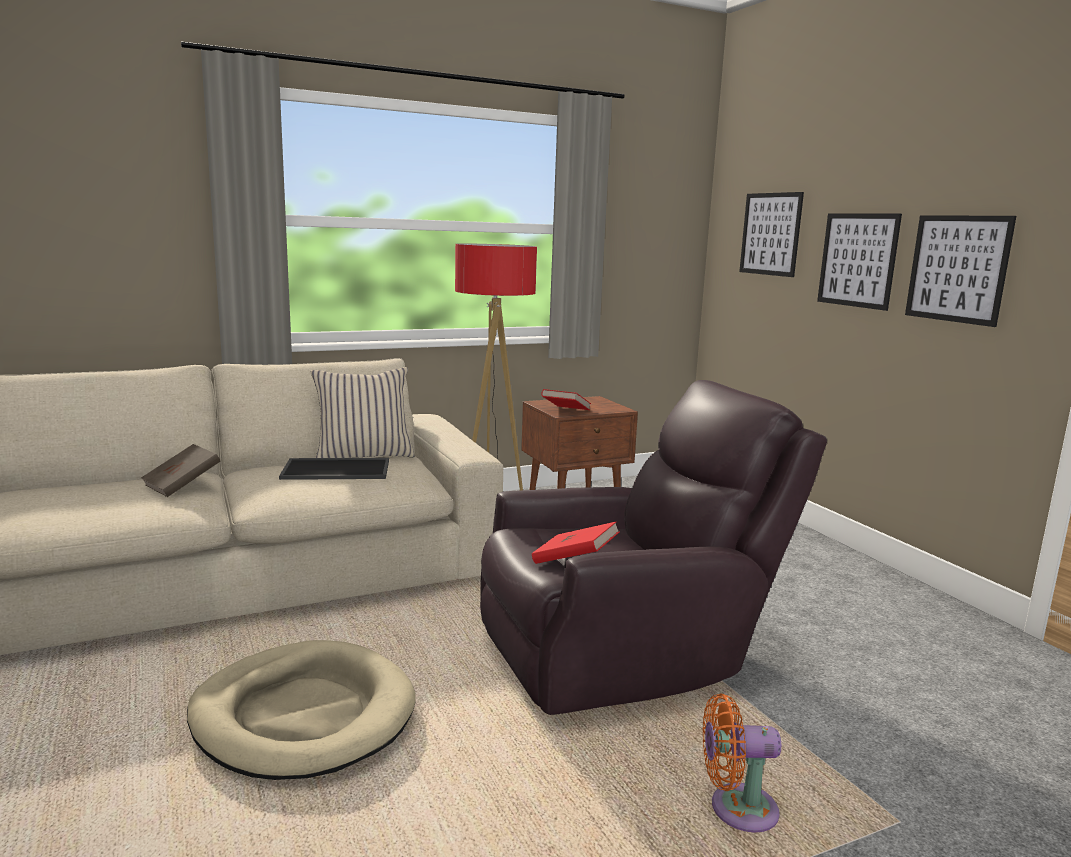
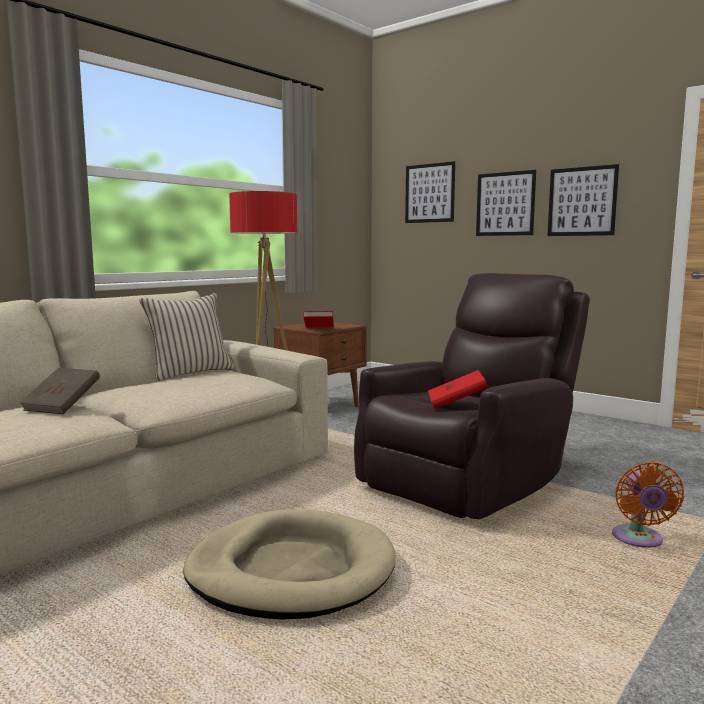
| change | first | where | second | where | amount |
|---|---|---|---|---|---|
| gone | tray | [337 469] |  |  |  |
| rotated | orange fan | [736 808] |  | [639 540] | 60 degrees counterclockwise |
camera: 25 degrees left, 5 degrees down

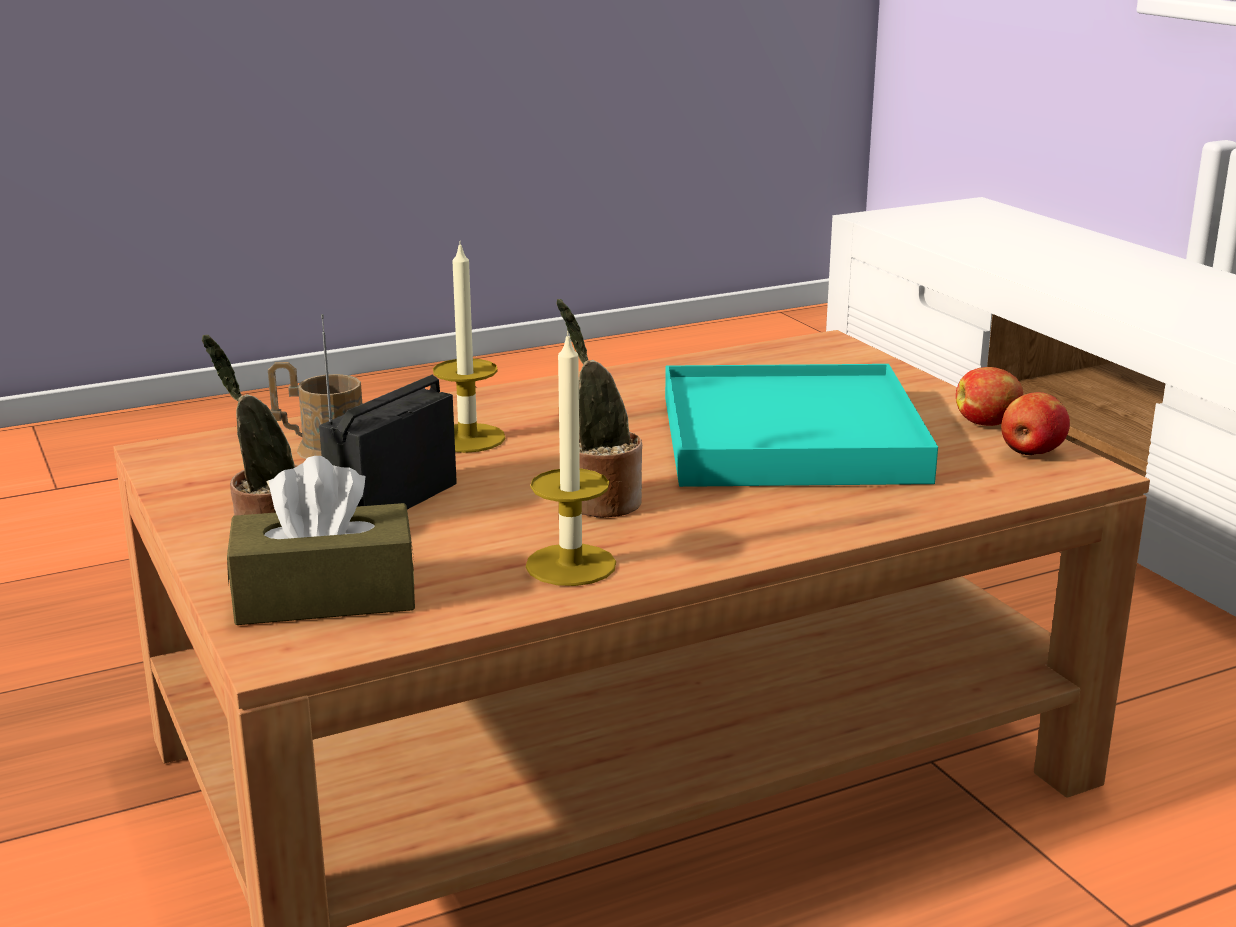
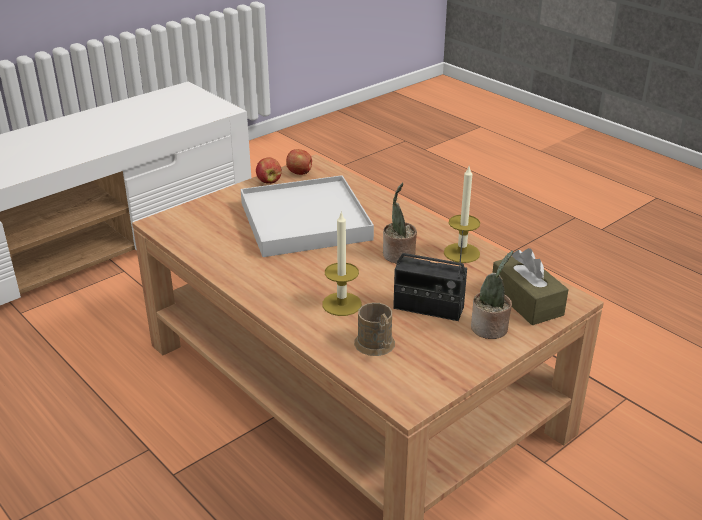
| change | first | where | second | where | amount |
|---|---|---|---|---|---|
| repainted | blue-green tray | [789 438] | whitish tray | [305 221] |  |
camera: 105 degrees left, 10 degrees up

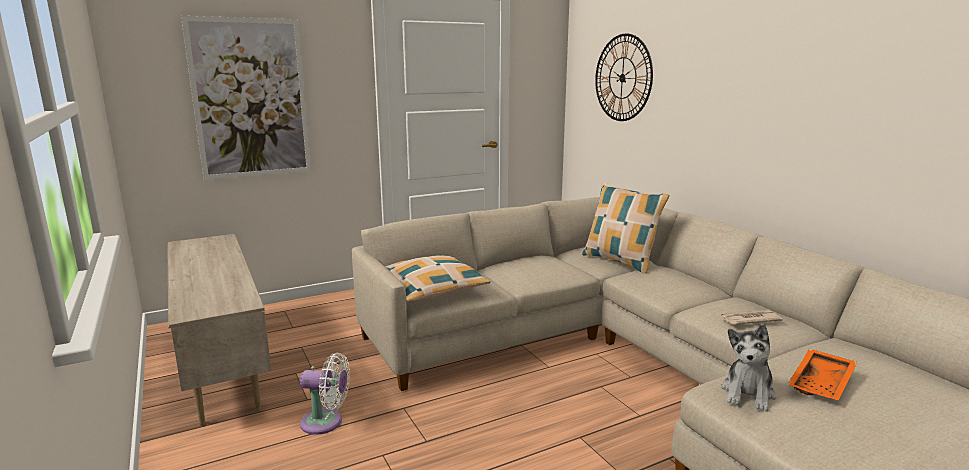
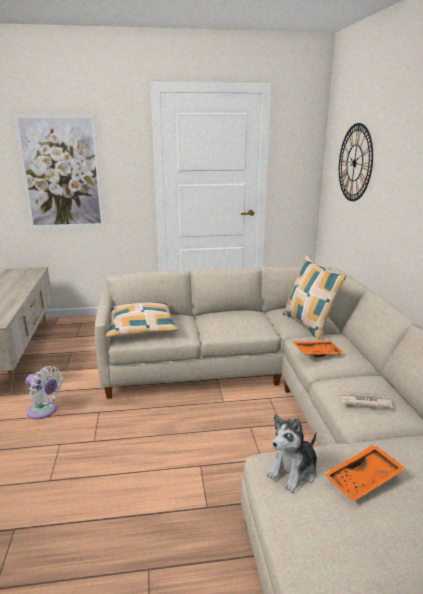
| change | first | where | second | where | amount |
|---|---|---|---|---|---|
| new |  |  | orange tray | [317 353] |  |
camera: 20 degrees right, 5 degrees up

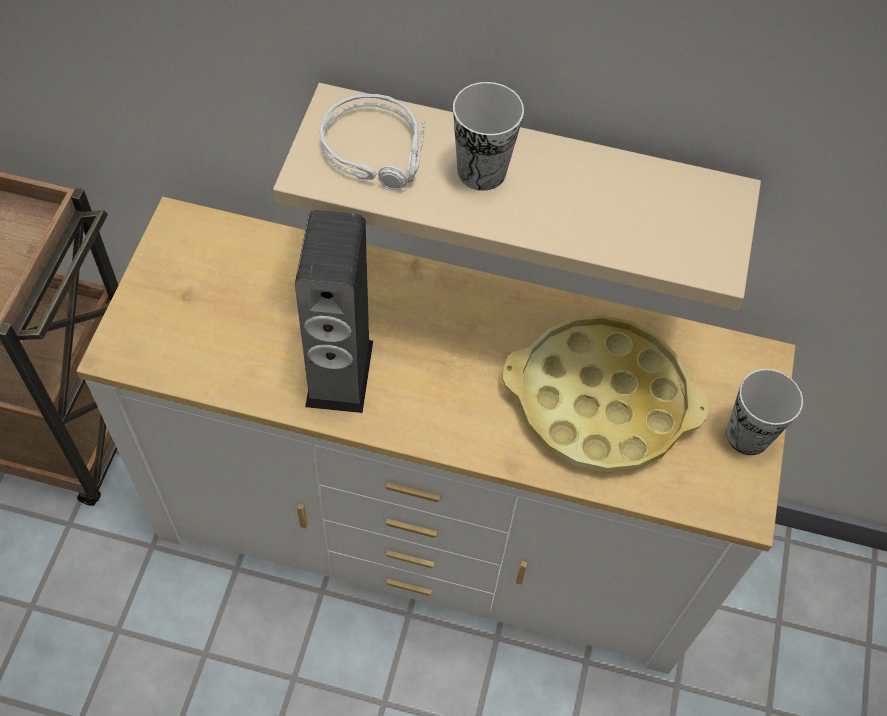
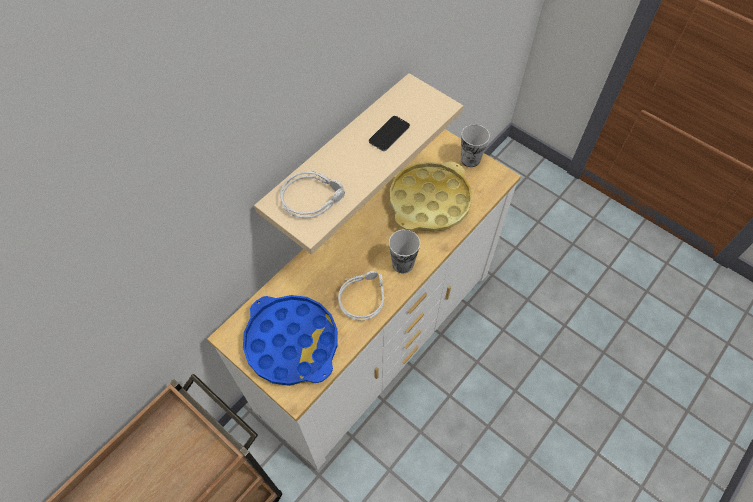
| change | first | where | second | where | amount |
|---|---|---|---|---|---|
| swapped | audio speaker | [339 373] | greyish pair of headphones | [362 296] |  |
| shifted | cup | [481 171] |  | [403 263] |  |
| new |  |  | blue tray | [292 343] |  |
| new |  |  | handset | [389 134] |  |
camera: 60 degrees left, 0 degrees up

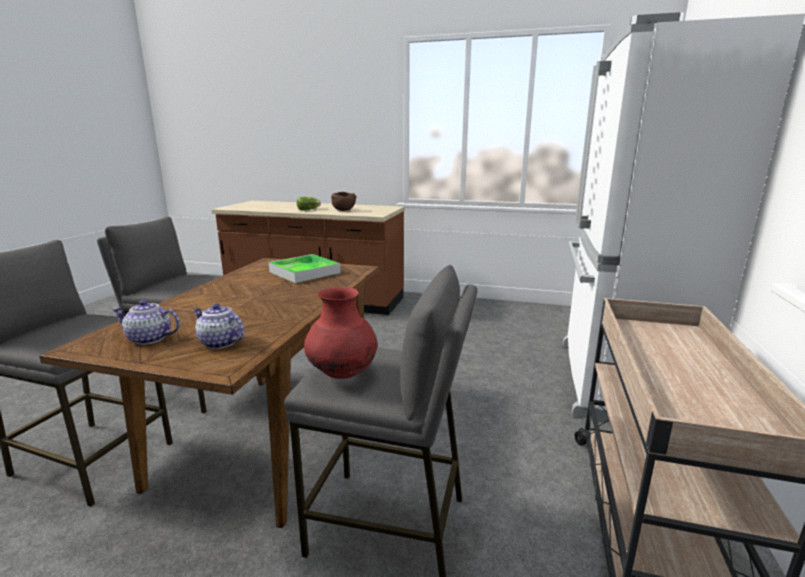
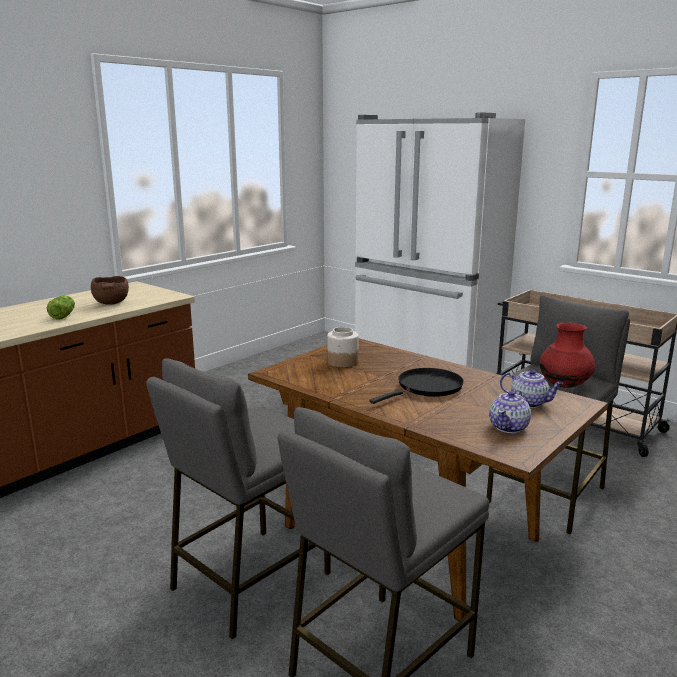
| change | first | where | second | where | amount |
|---|---|---|---|---|---|
| rotated | pot for tea | [219 343] |  | [529 403] | 120 degrees counterclockwise |
| swapped | tray | [304 272] | jar | [342 362] |  |
| new |  |  | blackish frying pan | [427 388] |  |
camera: 65 degrees left, 0 degrees up

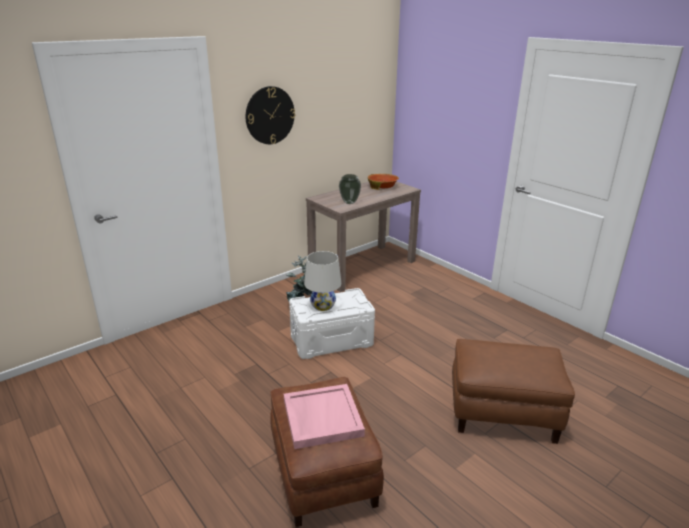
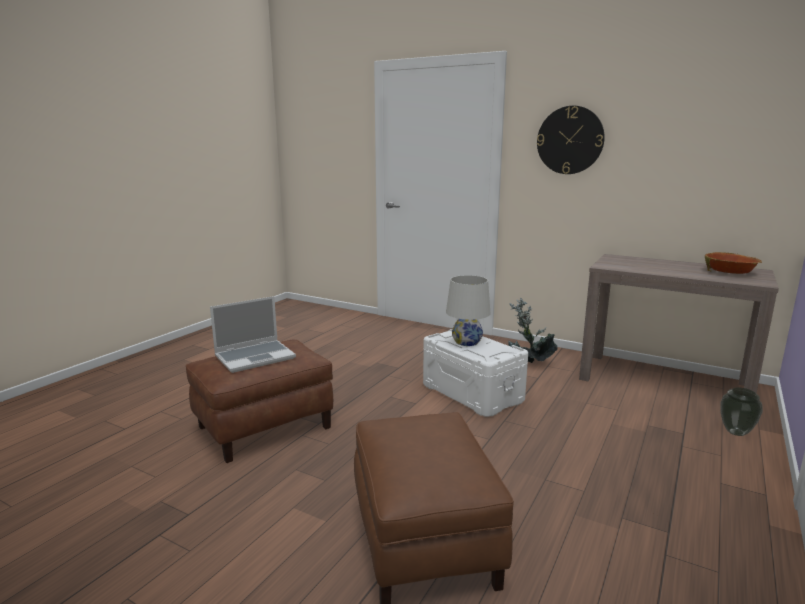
| change | first | where | second | where | amount |
|---|---|---|---|---|---|
| swapped | pink tray | [321 417] | portable computer | [255 357] |  |
| shifted | vase | [350 202] |  | [736 432] |  |
camera: 70 degrees right, 10 degrees down

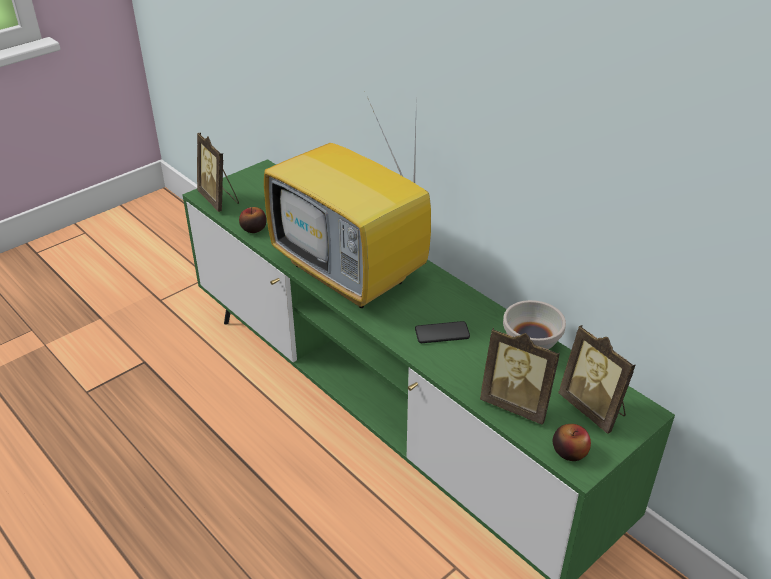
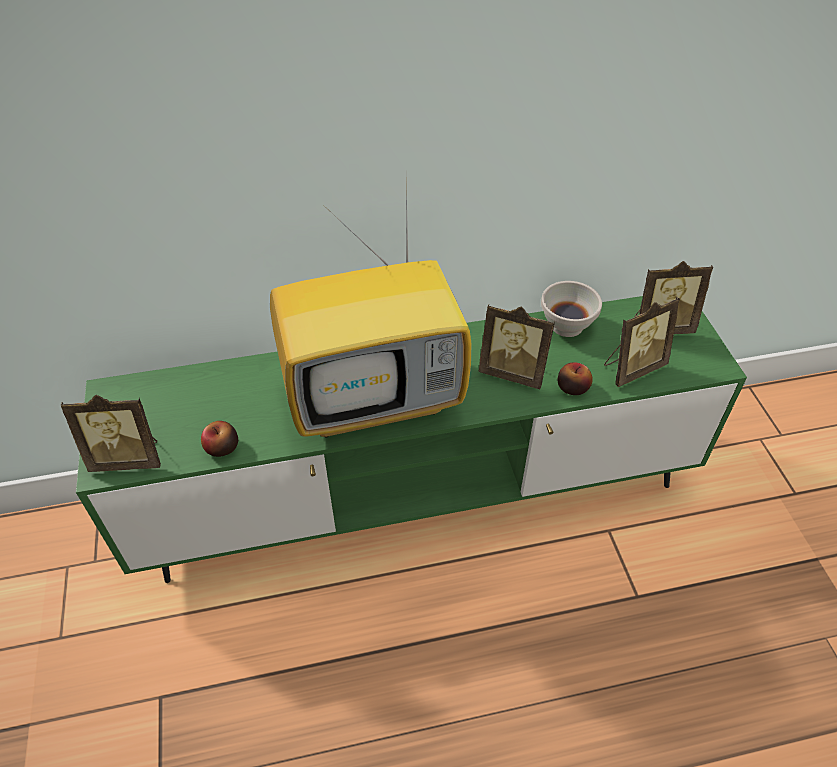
| change | first | where | second | where | amount |
|---|---|---|---|---|---|
| swapped | handset | [442 333] | photo frame | [513 372] |  |
| shifted | apple | [569 451] |  | [572 387] |  |
camera: 60 degrees left, 10 degrees up

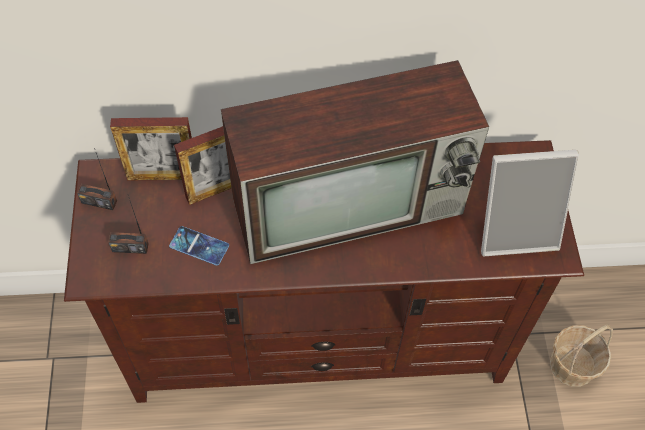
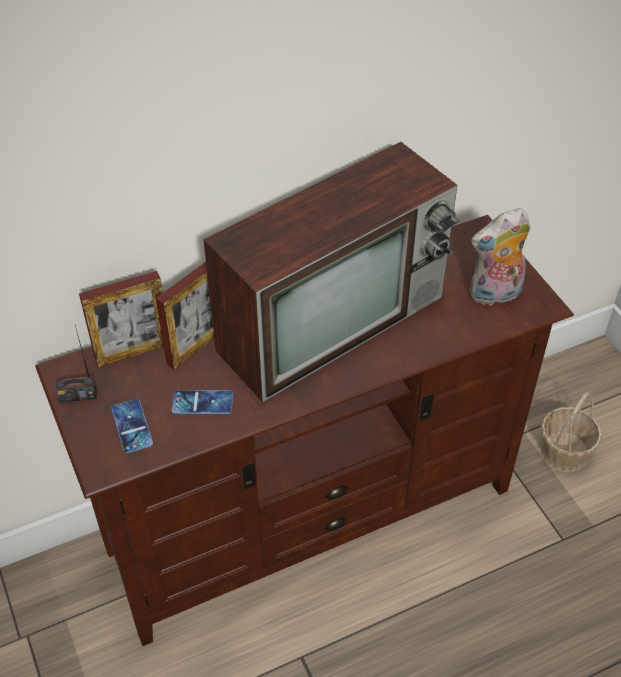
| change | first | where | second | where | amount |
|---|---|---|---|---|---|
| swapped | radio | [130 247] | handset | [132 426] |  |
| swapped | photo frame | [515 228] | soft toy | [494 295] |  |
camera: 20 degrees left, 10 degrees down

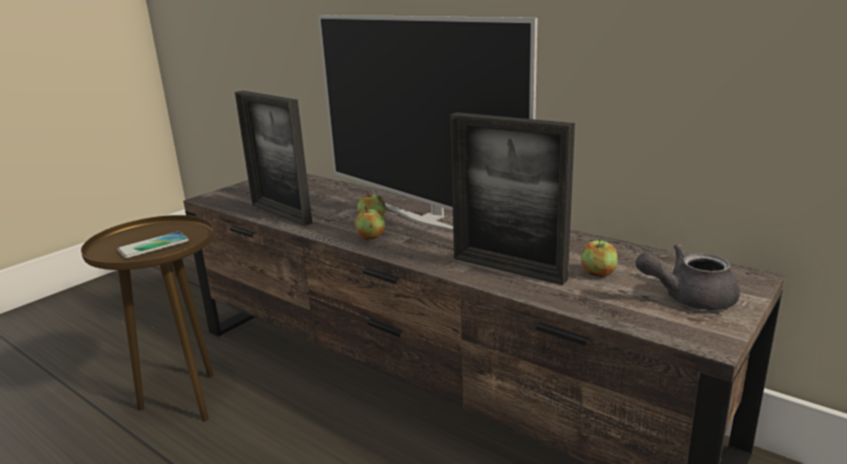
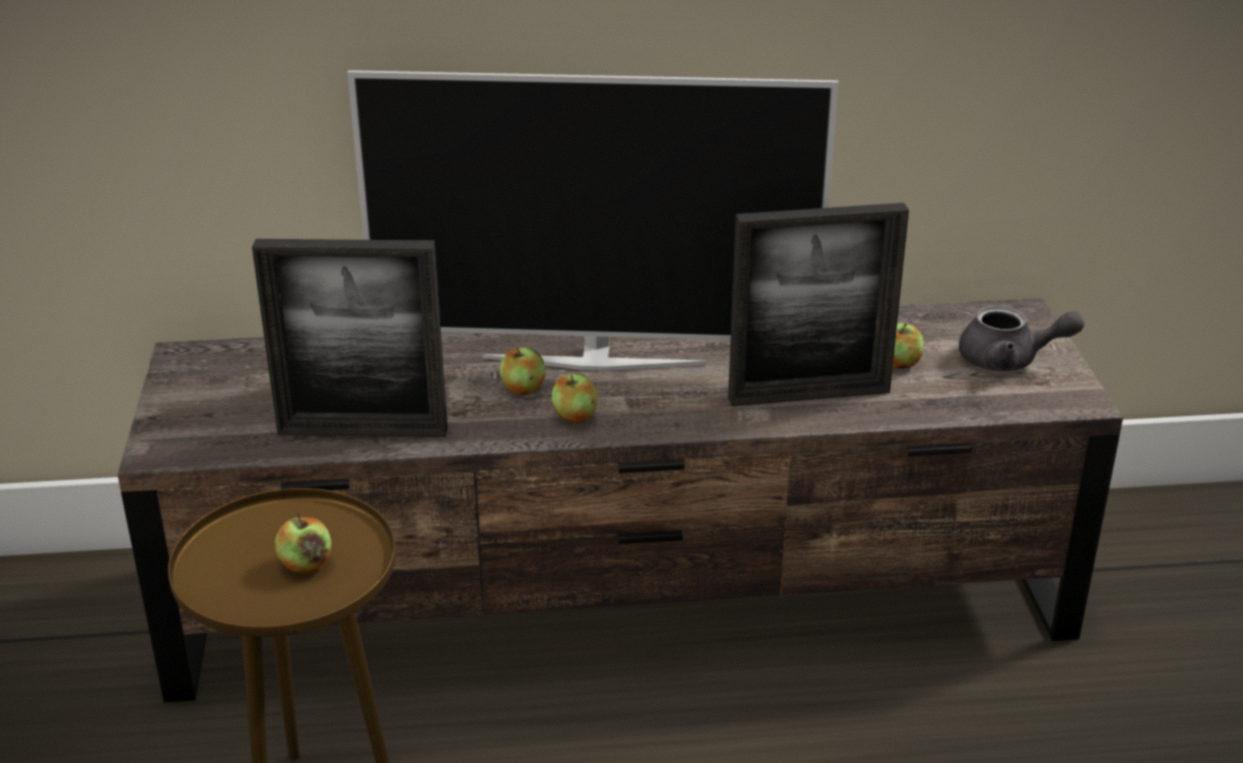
| change | first | where | second | where | amount |
|---|---|---|---|---|---|
| swapped | handset | [153 246] | apple | [306 564] |  |
| rotated | greyish pot for tea | [688 298] |  | [1009 360] | 120 degrees counterclockwise |
camera: 45 degrees left, 10 degrees up

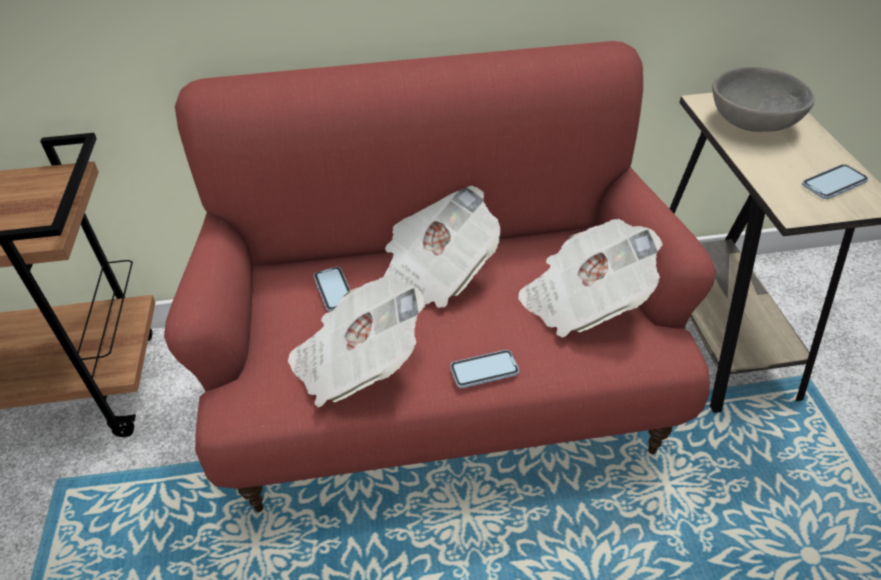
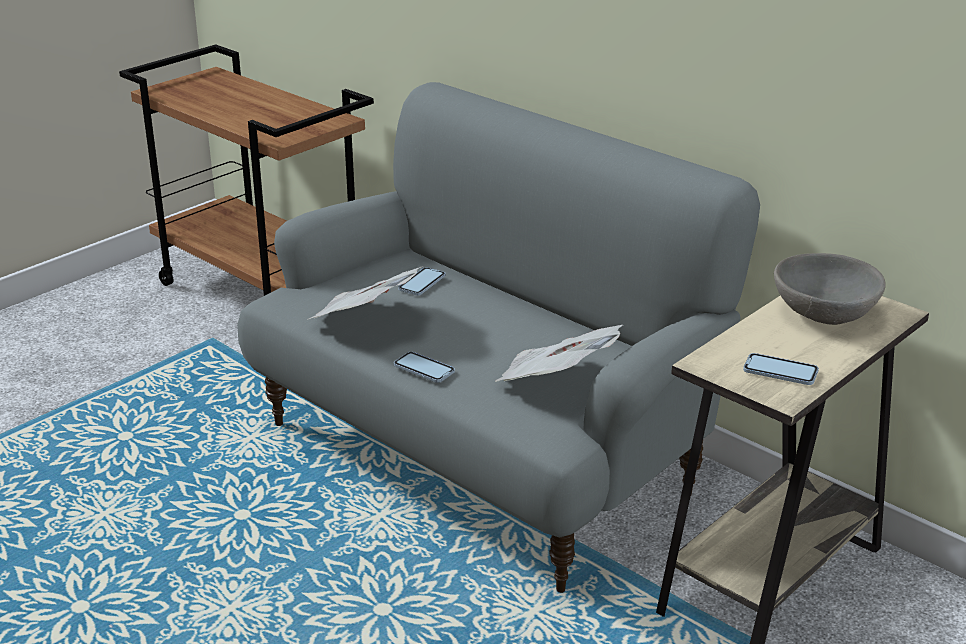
| change | first | where | second | where | amount |
|---|---|---|---|---|---|
| repainted | reddish sofa | [443 393] | greyish sofa | [482 454] |  |
| gone | daily paper | [435 271] |  |  |  |
camera: 50 degrees right, 15 degrees down

